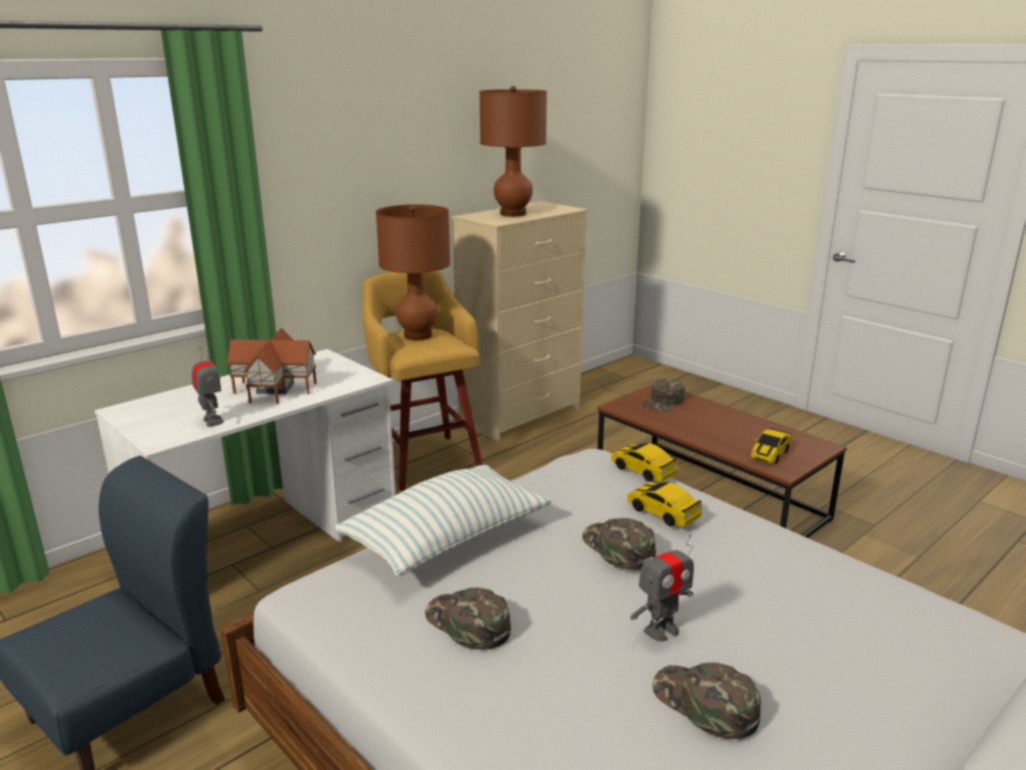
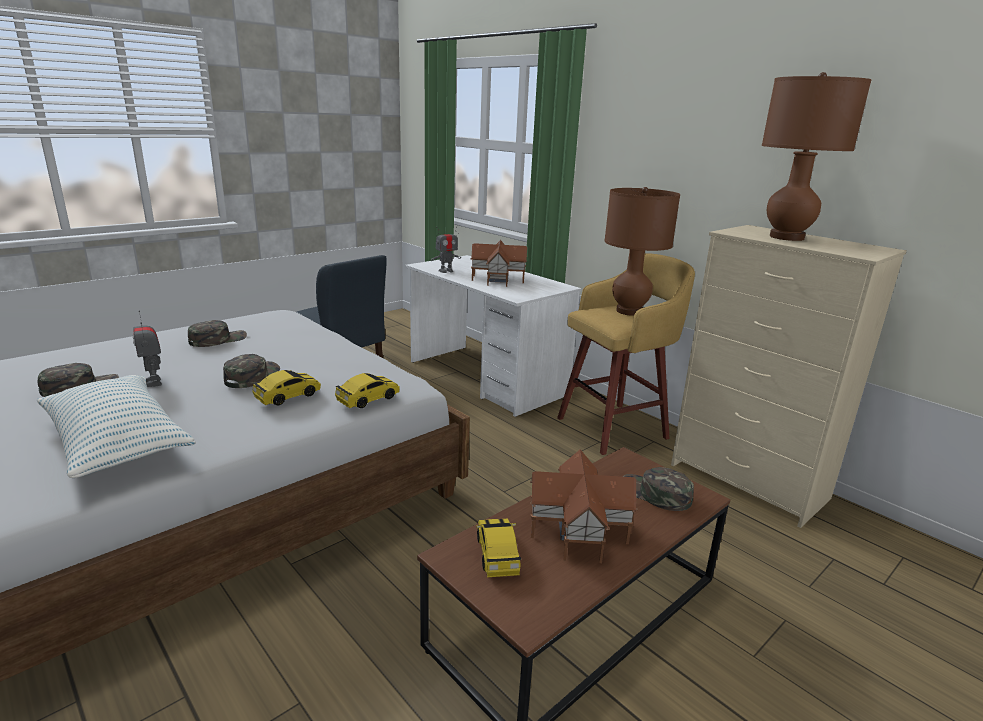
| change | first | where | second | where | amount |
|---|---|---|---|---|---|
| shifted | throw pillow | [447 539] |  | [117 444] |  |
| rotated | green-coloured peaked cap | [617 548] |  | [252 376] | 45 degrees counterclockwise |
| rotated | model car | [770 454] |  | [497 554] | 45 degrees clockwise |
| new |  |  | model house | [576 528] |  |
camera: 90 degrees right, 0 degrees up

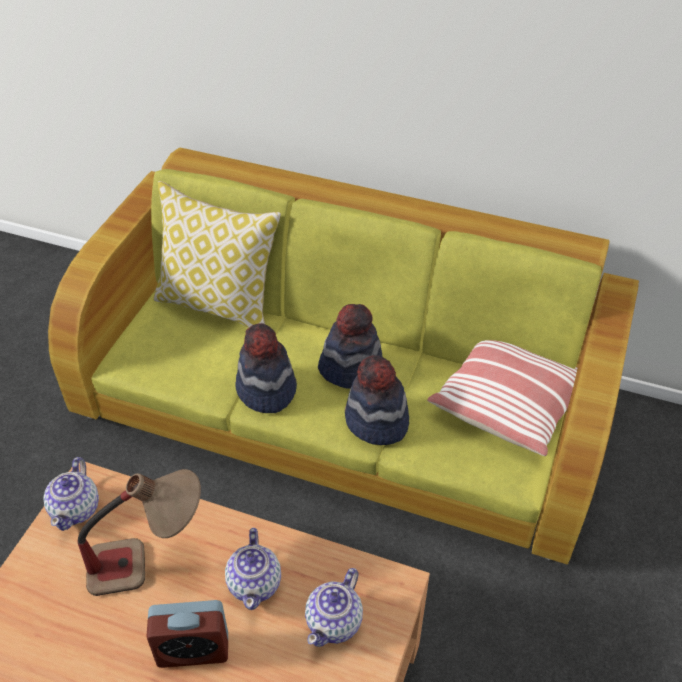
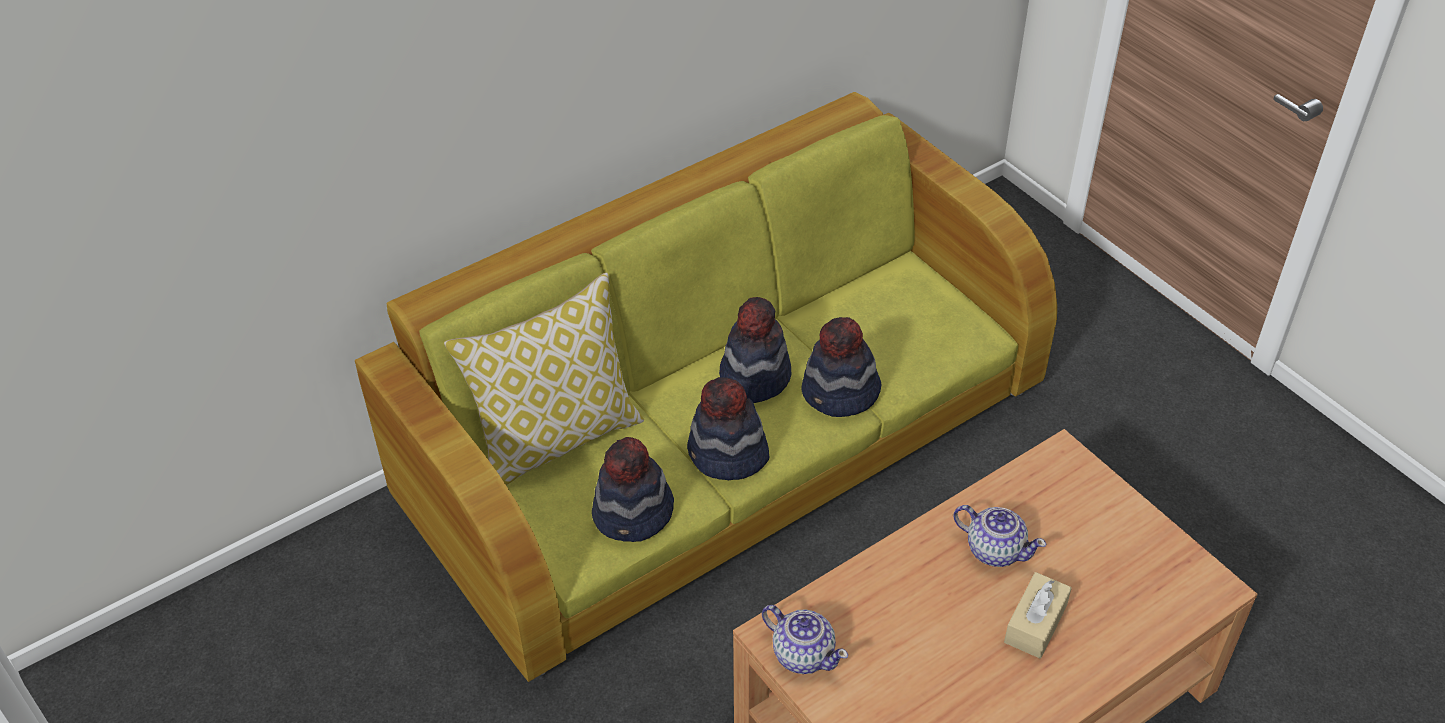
| change | first | where | second | where | amount |
|---|---|---|---|---|---|
| gone | table lamp | [151 561] |  |  |  |
| swapped | table clock | [193 650] | beige-coloured box of tissues | [1035 624] |  |
| gone | pot for tea | [335 622] |  |  |  |
| gone | throw pillow | [508 402] |  |  |  |
| new |  |  | hat | [634 514] |  |
camera: 55 degrees left, 0 degrees up

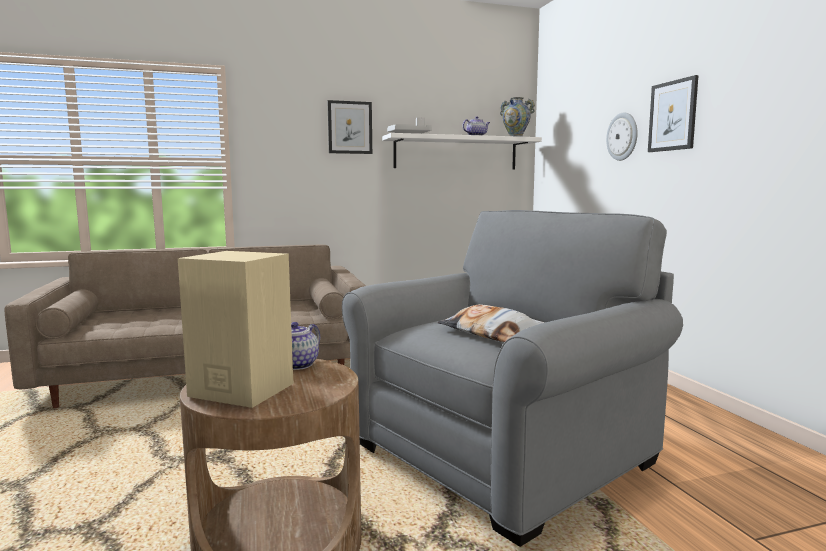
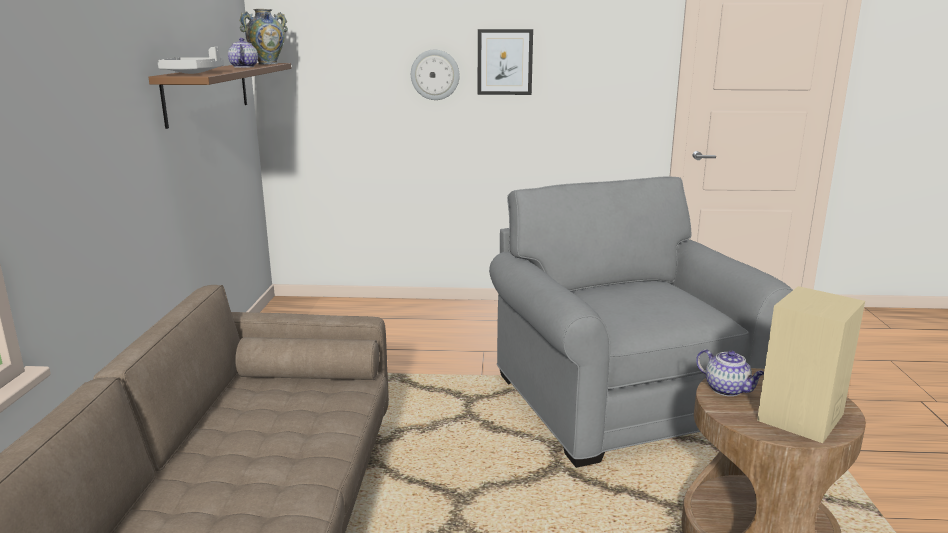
| change | first | where | second | where | amount |
|---|---|---|---|---|---|
| gone | wall picture | [350 127] |  |  |  |
| repainted | whitish wall shelf | [456 153] | brown-coloured wall shelf | [208 92] |  |
| gone | throw pillow | [492 333] |  |  |  |
camera: 70 degrees left, 10 degrees up

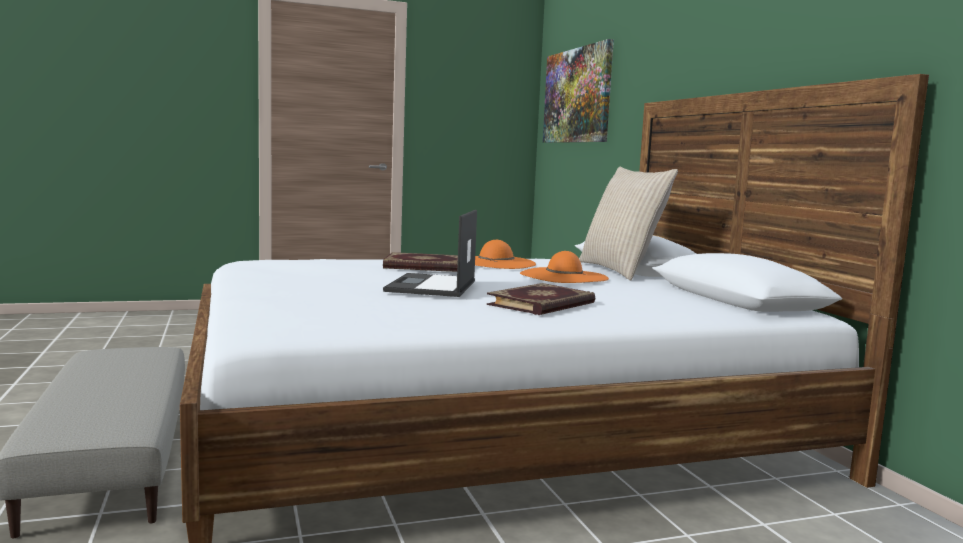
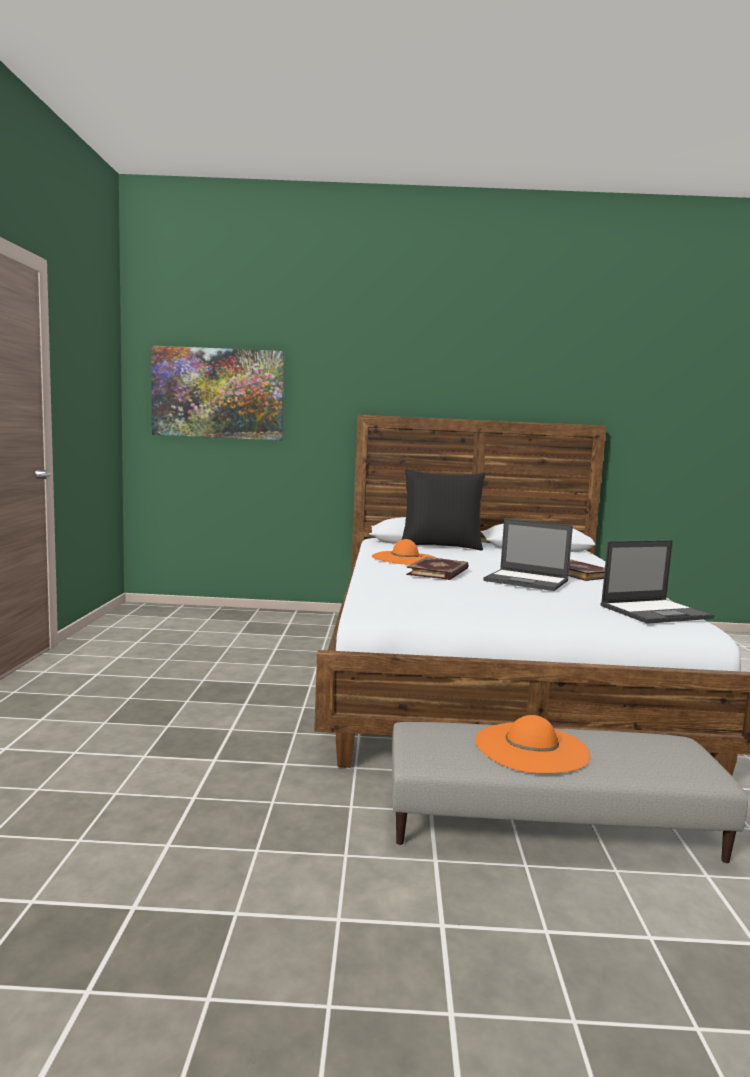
| change | first | where | second | where | amount |
|---|---|---|---|---|---|
| shifted | orange hat | [563 276] |  | [531 747] |  |
| repainted | beige-coloured throw pillow | [620 271] | blackish throw pillow | [440 546] |  |
| new |  |  | portable computer | [656 612] |  |
camera: 70 degrees left, 0 degrees up

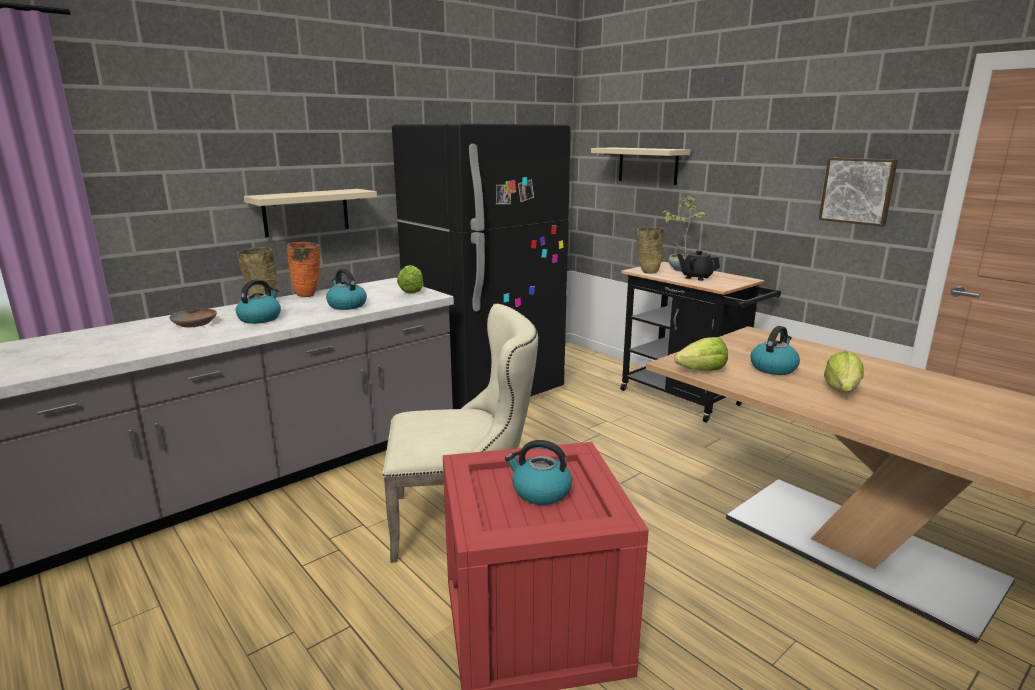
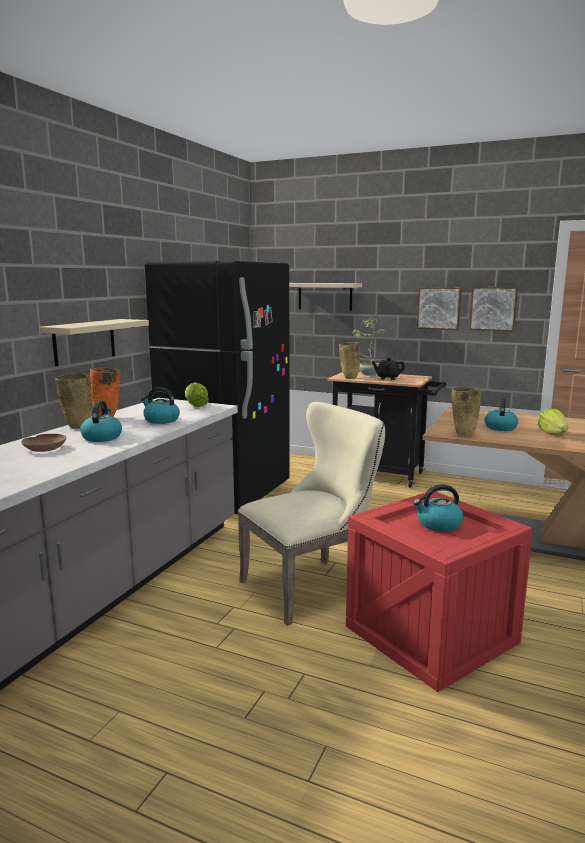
| change | first | where | second | where | amount |
|---|---|---|---|---|---|
| swapped | lettuce head | [702 371] | beige-coloured vase | [463 434] |  |
| new |  |  | wall picture | [439 308] |  |
camera: 25 degrees left, 5 degrees down

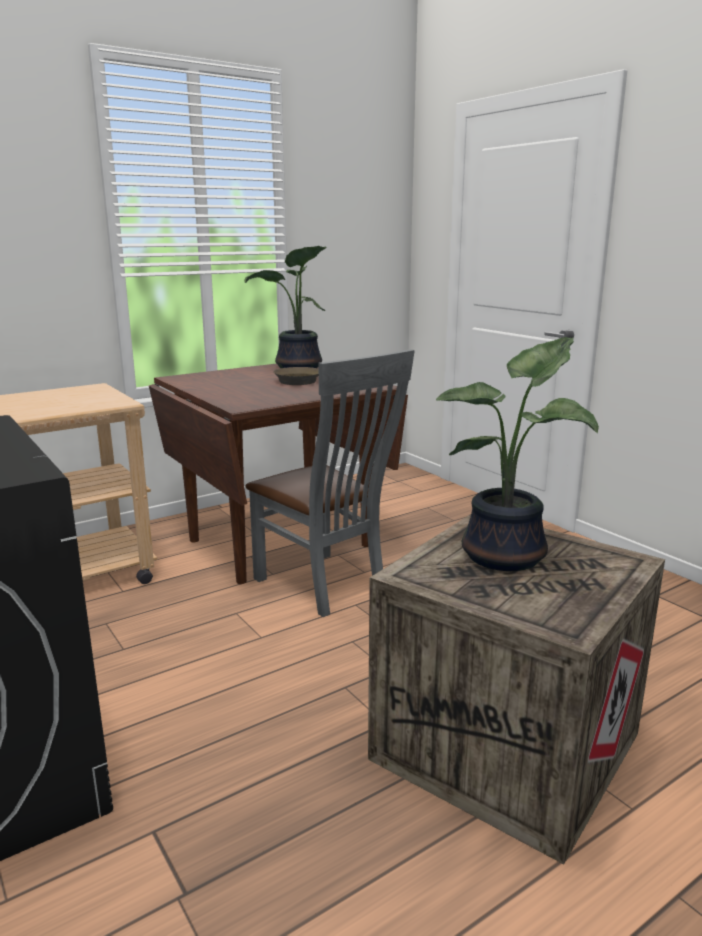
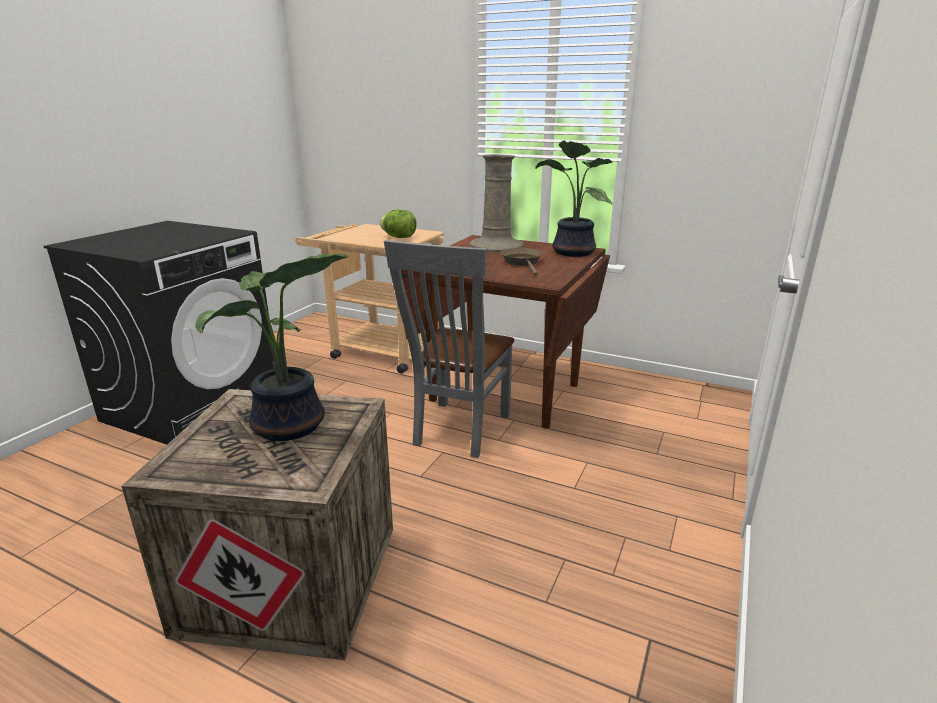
| change | first | where | second | where | amount |
|---|---|---|---|---|---|
| new |  |  | lettuce head | [399 237] |  |
| new |  |  | beige-coloured vase | [496 246] |  |
camera: 60 degrees right, 5 degrees up

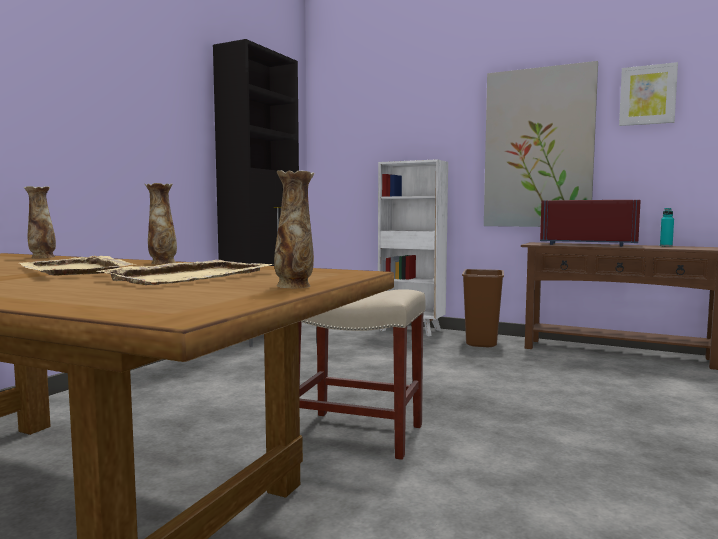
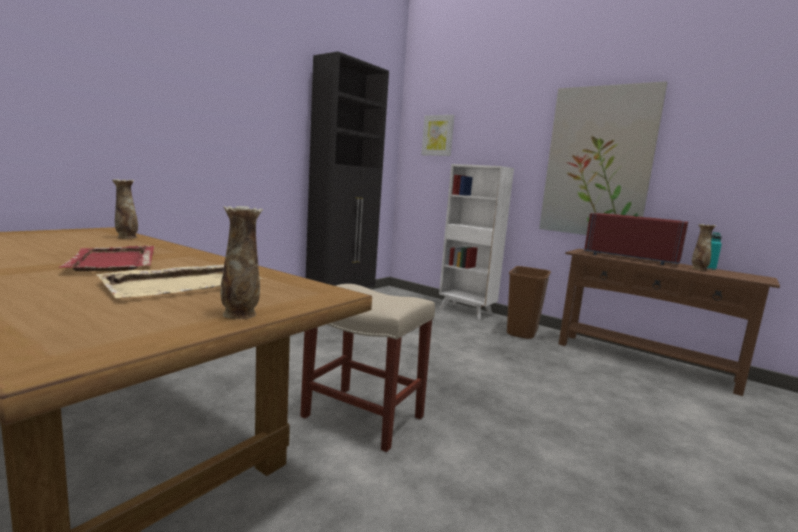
| change | first | where | second | where | amount |
|---|---|---|---|---|---|
| repainted | beige-coloured tray | [75 270] | reddish tray | [112 262] |  |
| shifted | vase | [162 263] |  | [698 269] |  |
| shifted | wall picture | [647 95] |  | [438 135] |  |
camera: 10 degrees right, 5 degrees up

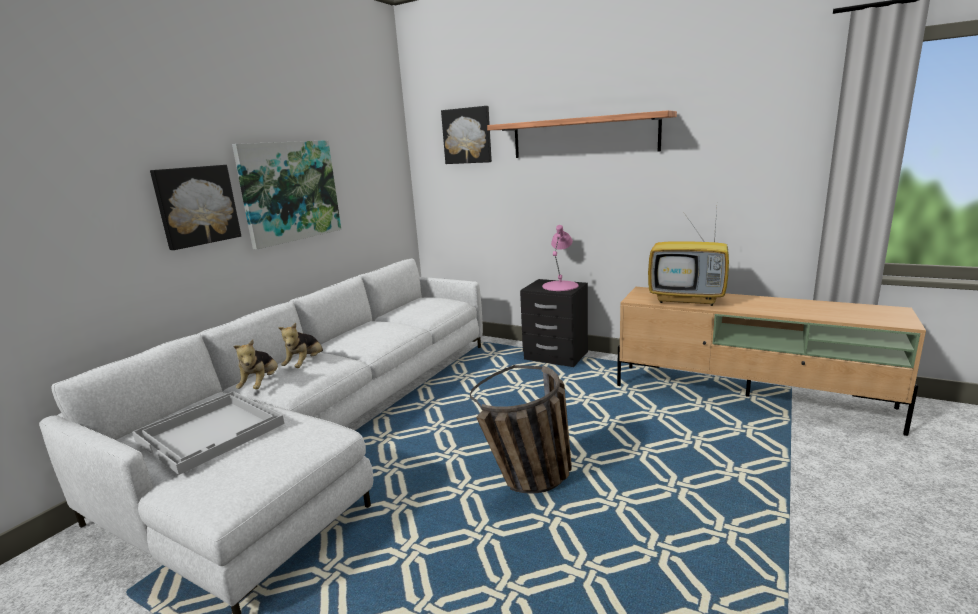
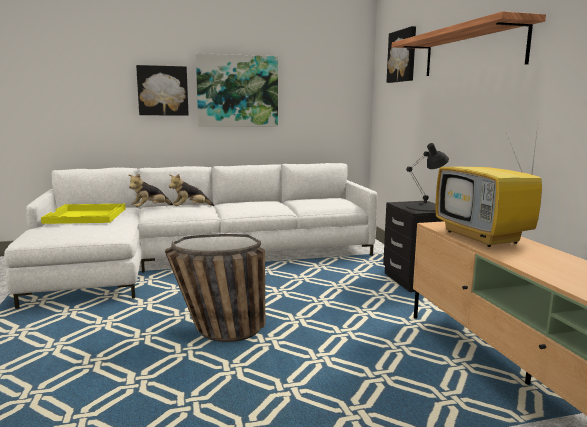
| change | first | where | second | where | amount |
|---|---|---|---|---|---|
| repainted | whitish tray | [212 432] | yellow tray | [86 216] |  |
| repainted | pink table lamp | [560 286] | blackish table lamp | [425 207] |  |
camera: 45 degrees right, 5 degrees down

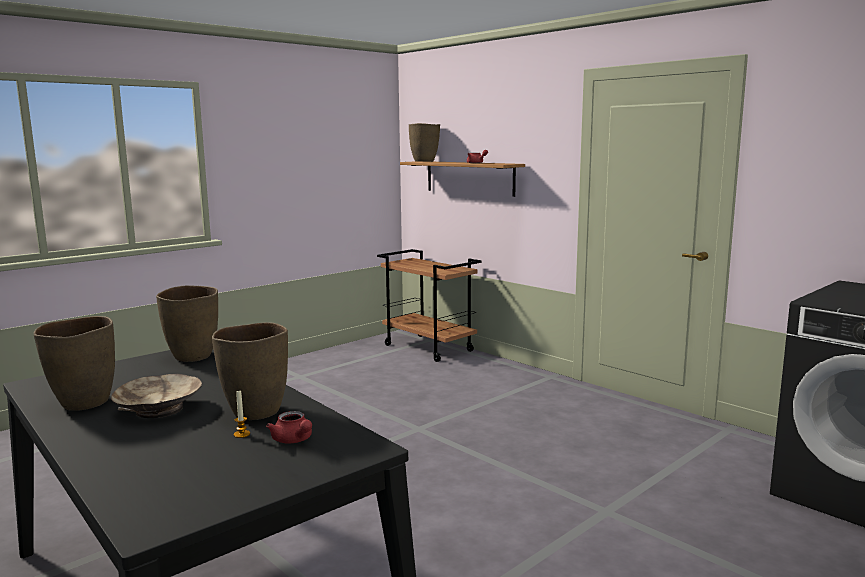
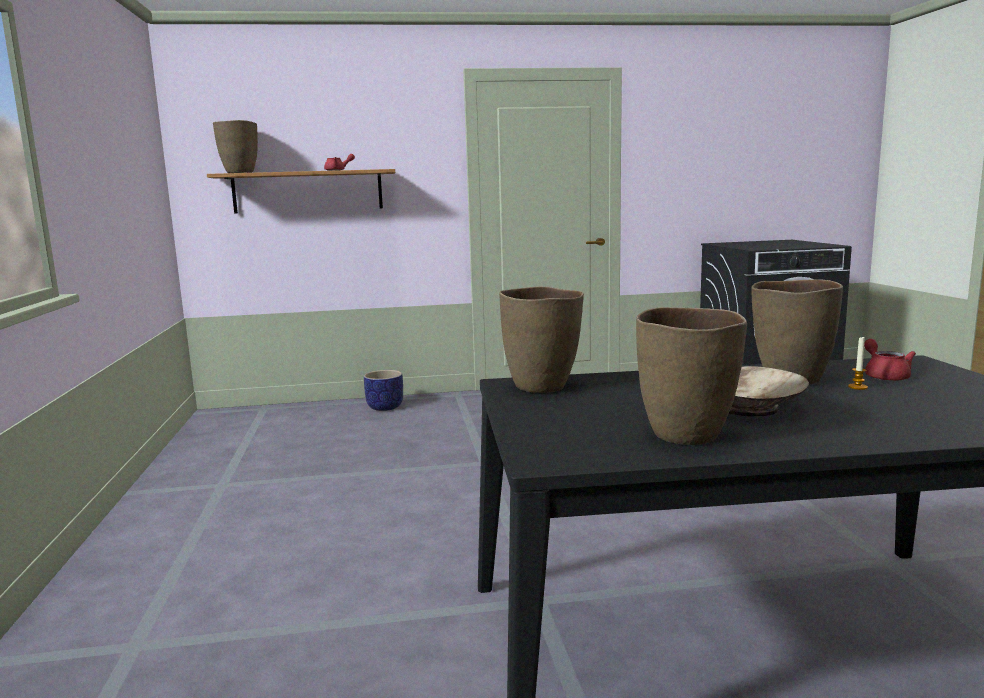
| change | first | where | second | where | amount |
|---|---|---|---|---|---|
| rotated | reddish pot for tea | [294 440] |  | [884 375] | 90 degrees counterclockwise |
| gone | brown-coloured trolley | [429 348] |  |  |  |
| new |  |  | plant pot | [385 407] |  |
camera: 55 degrees left, 0 degrees up

